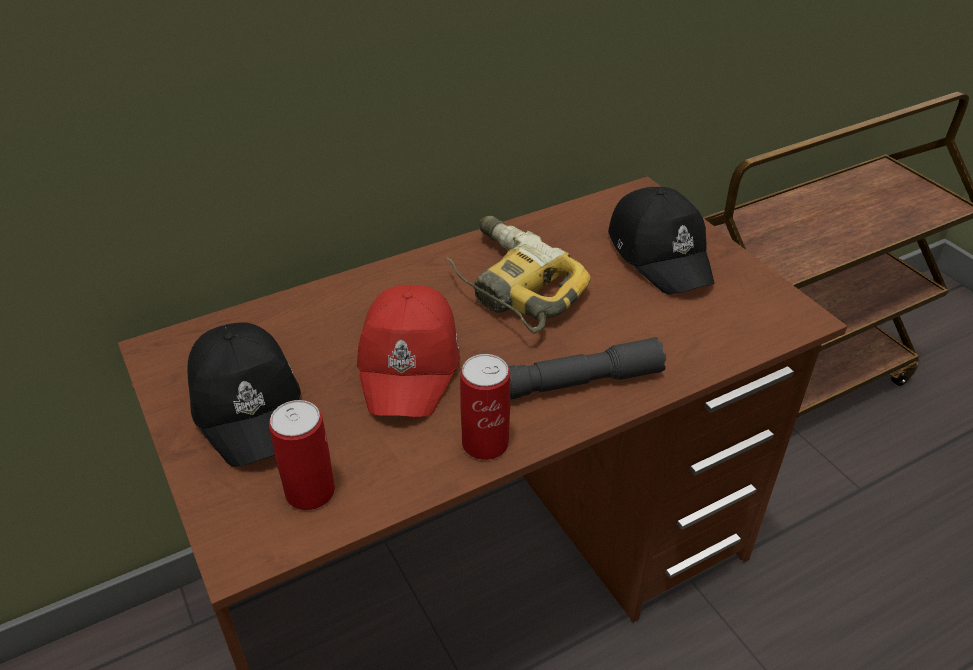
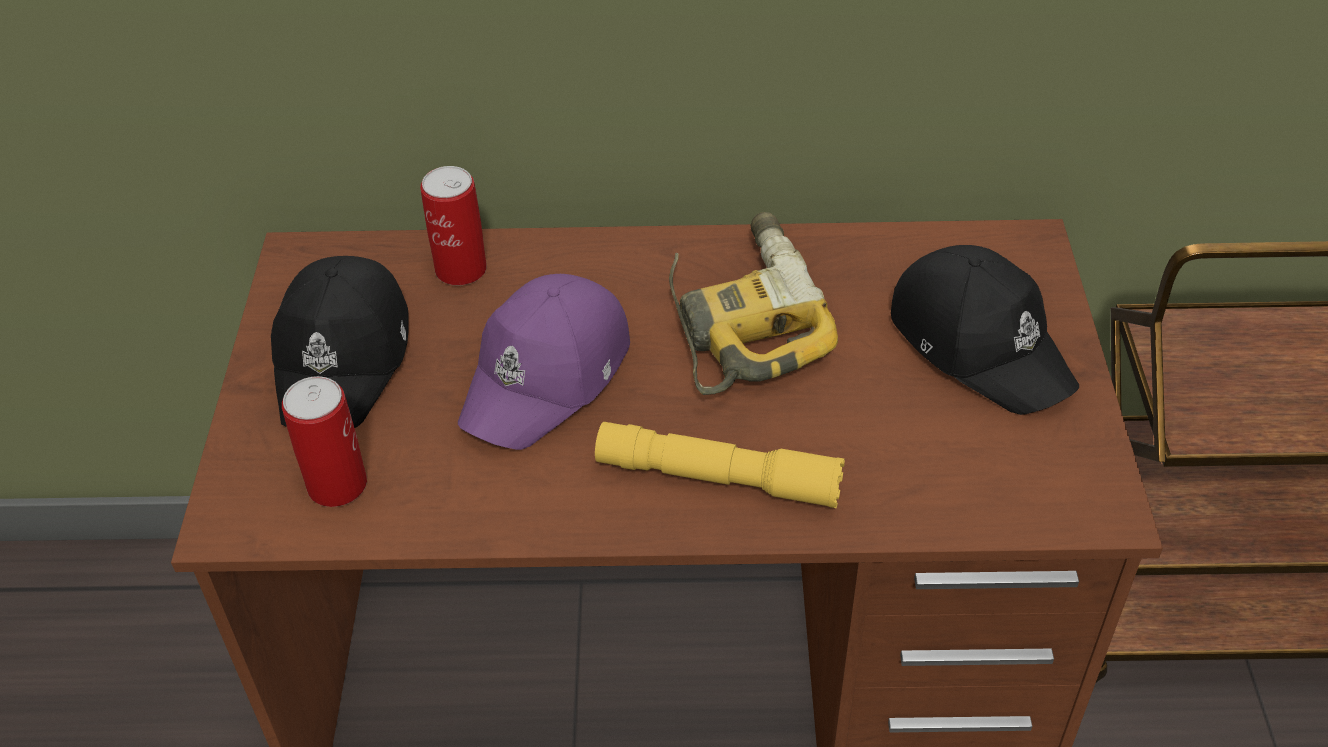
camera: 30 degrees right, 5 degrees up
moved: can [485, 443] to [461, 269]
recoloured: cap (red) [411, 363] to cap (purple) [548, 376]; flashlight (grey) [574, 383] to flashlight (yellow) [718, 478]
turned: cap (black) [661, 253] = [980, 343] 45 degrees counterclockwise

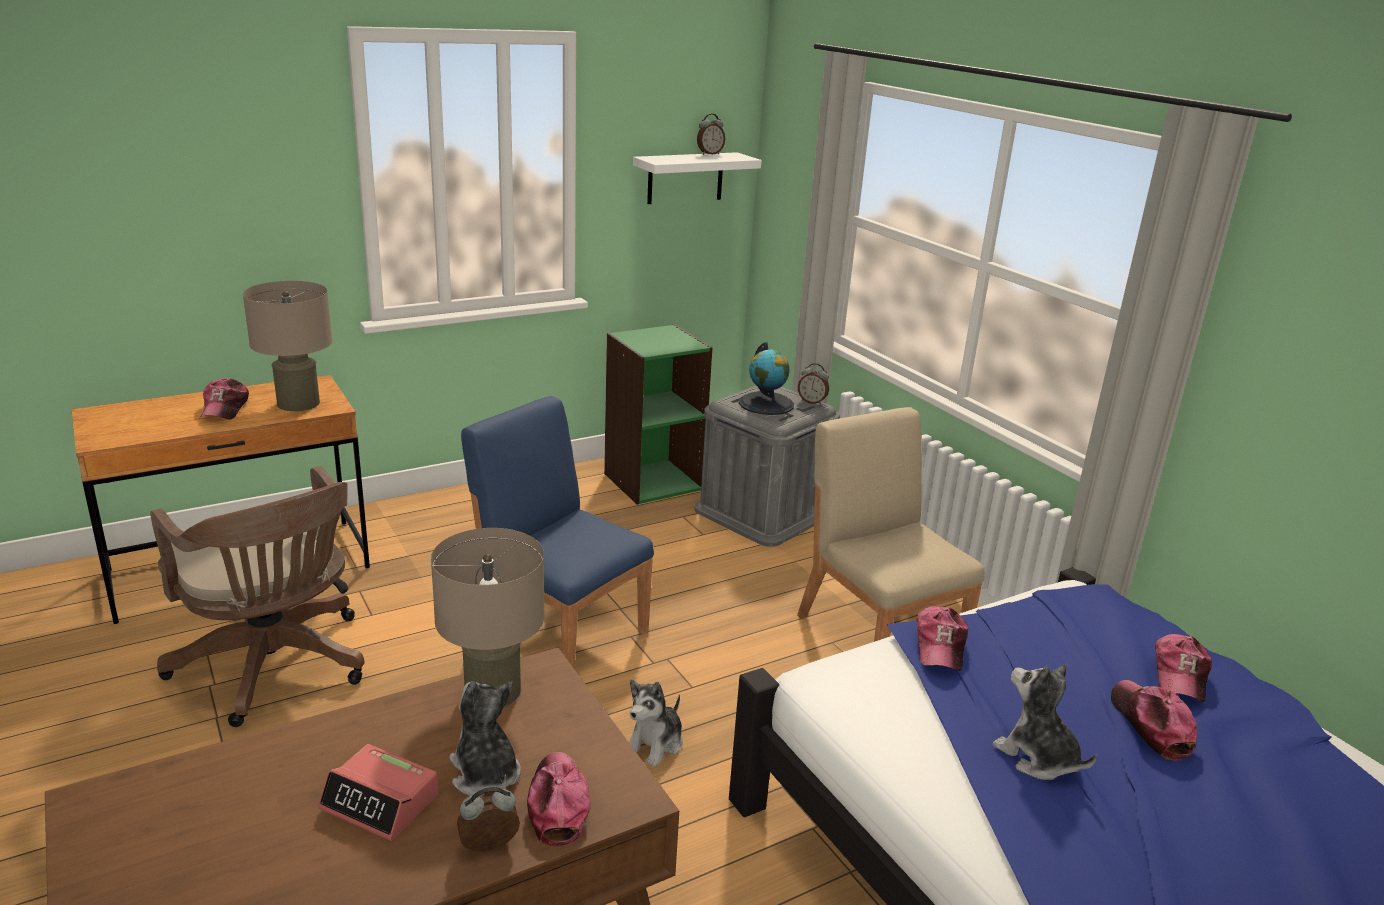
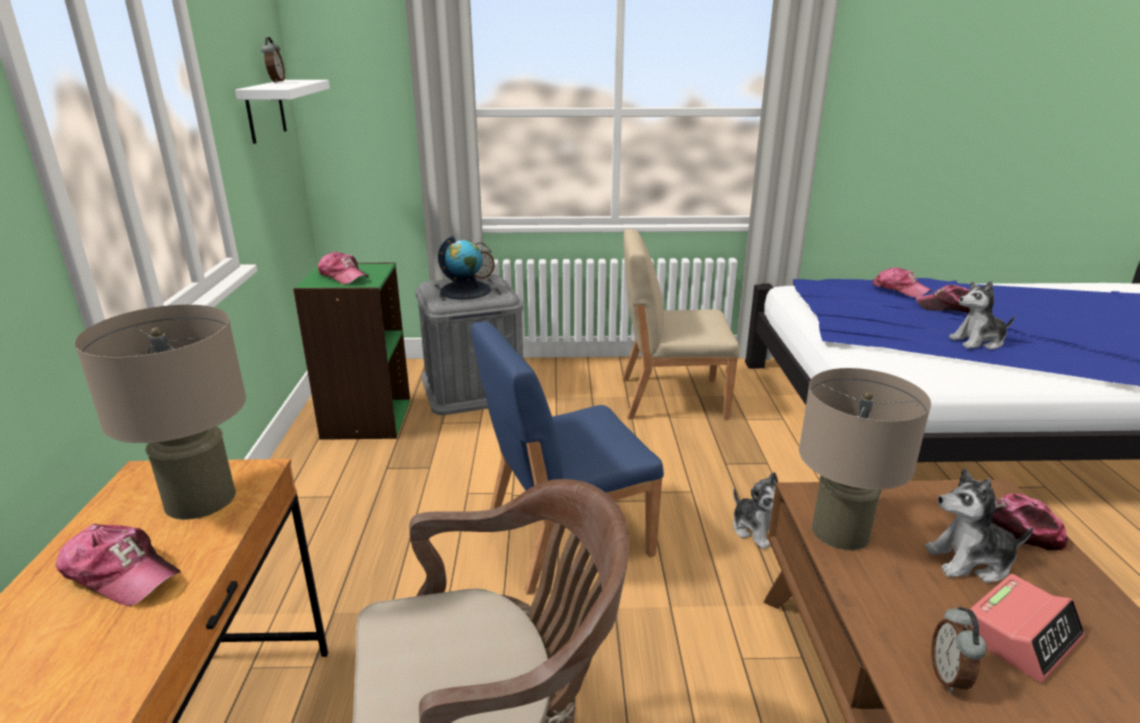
camera: 60 degrees left, 0 degrees up
moved: cap [940, 646] to [343, 276]; alarm clock [489, 848] to [949, 677]

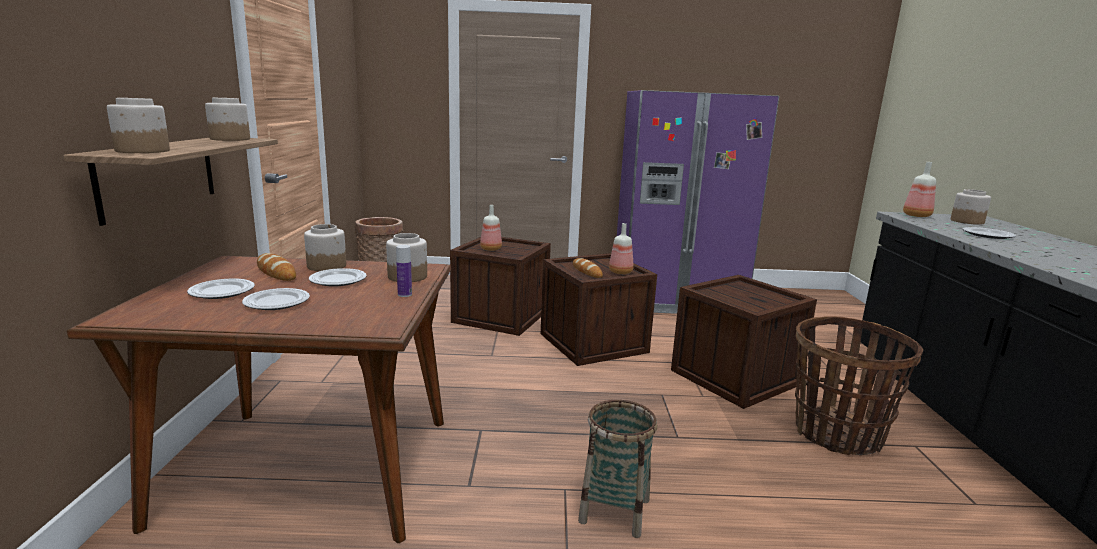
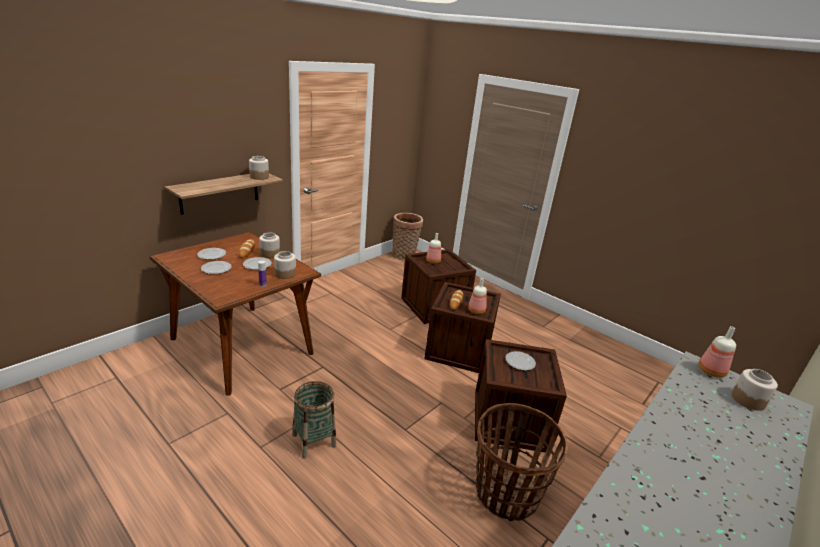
camera: 40 degrees right, 10 degrees up
removed: jar [142, 151]; fridge (purple) [674, 299]
moved: plate [988, 235] to [520, 362]

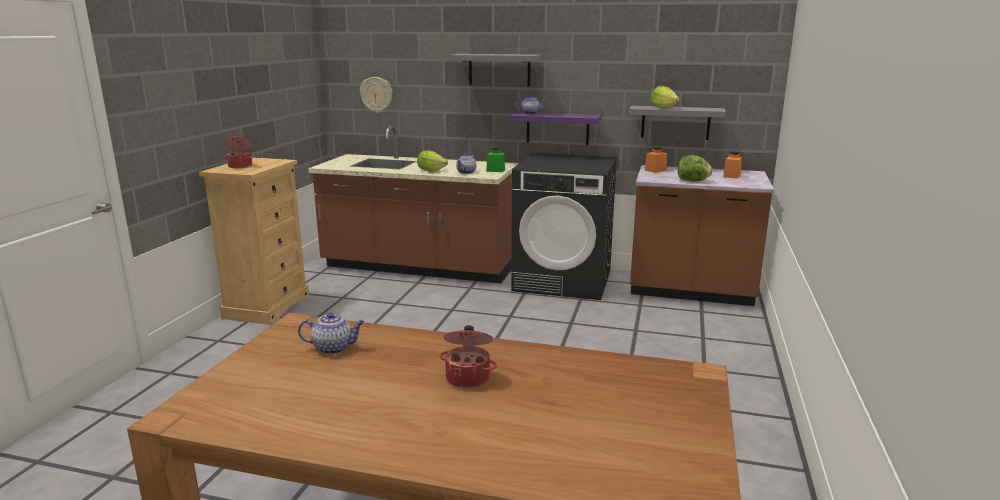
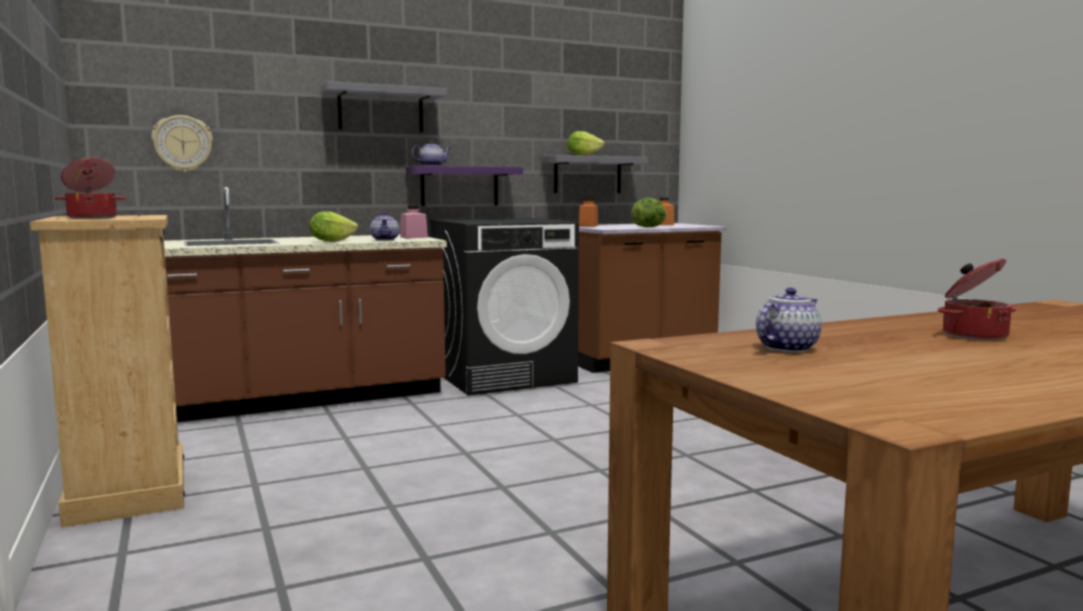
camera: 40 degrees left, 10 degrees down
recoloured: jar (green) [495, 170] to jar (pink) [414, 237]

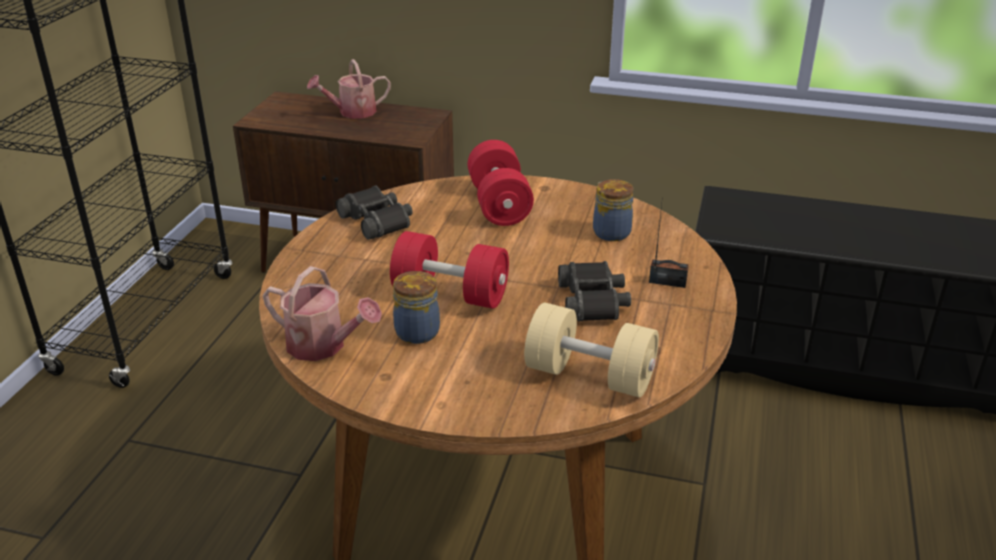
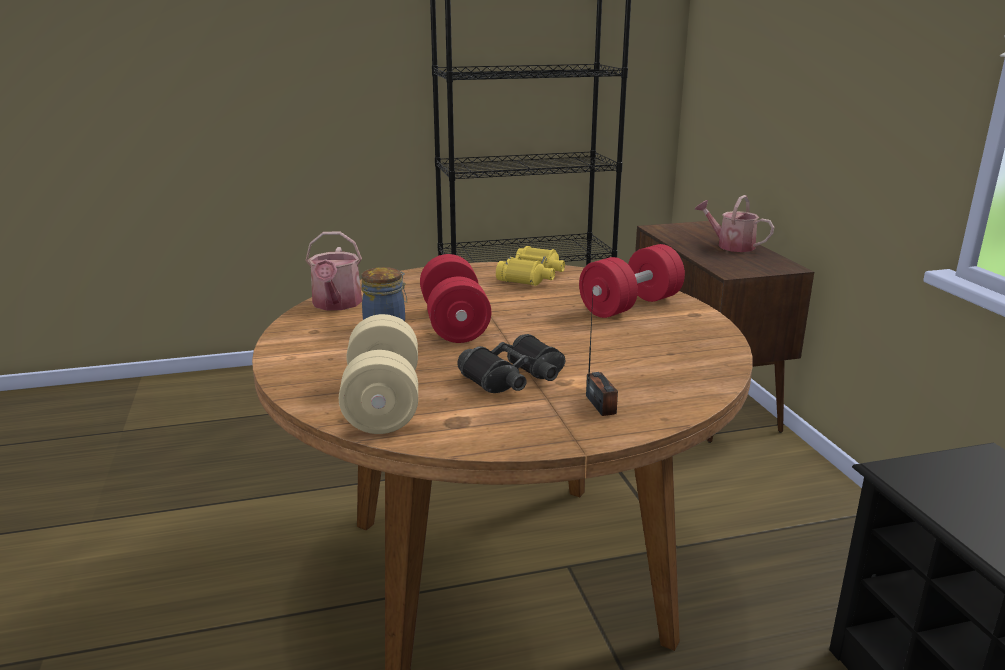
camera: 60 degrees right, 10 degrees down
removed: jar [610, 232]
recoloured: binoculars (black) [377, 221] to binoculars (yellow) [532, 276]

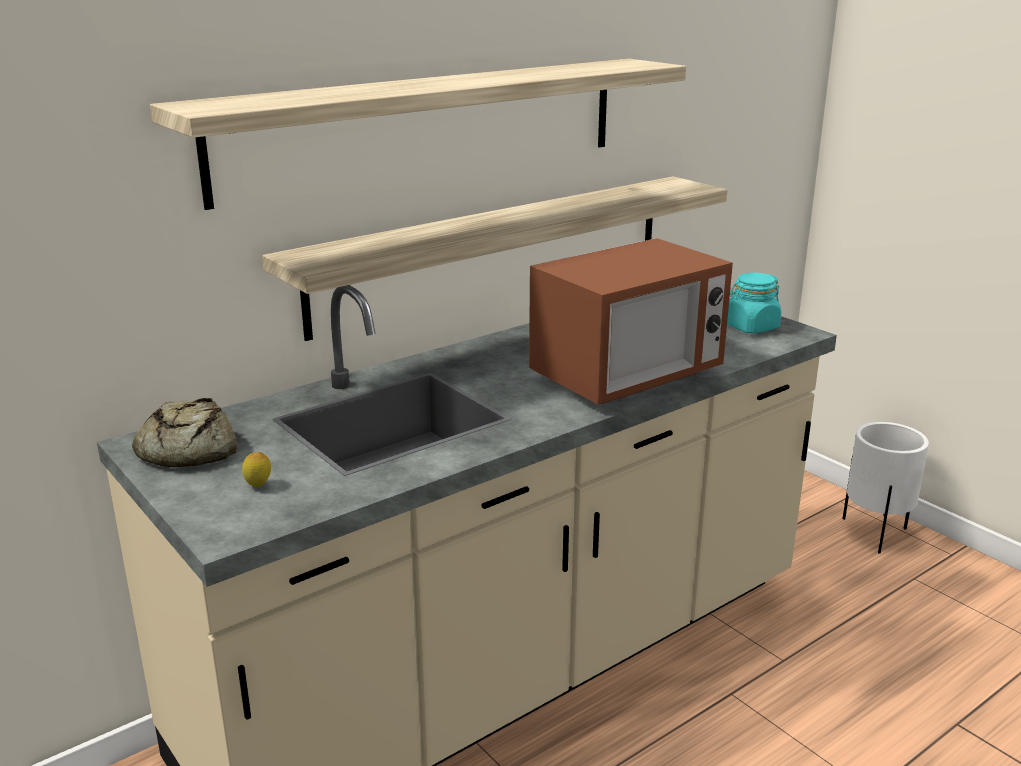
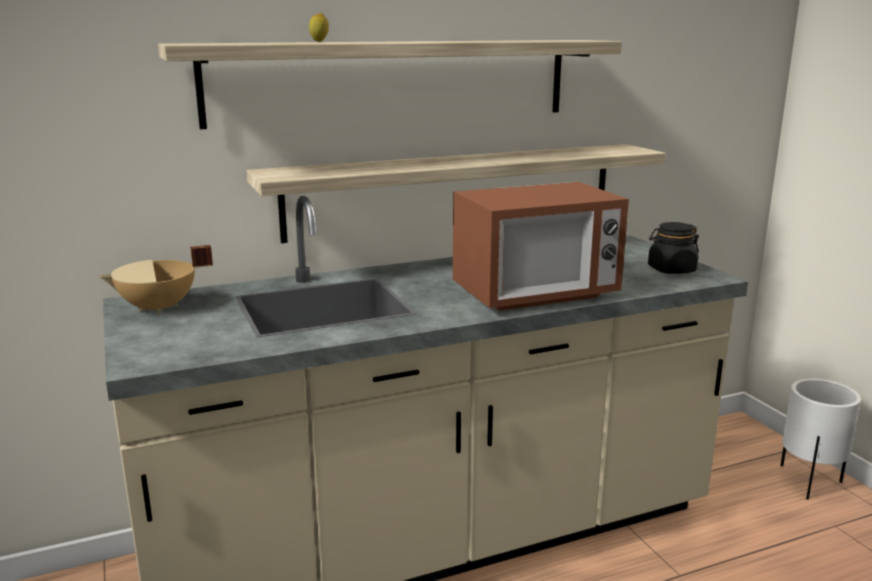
camera: 15 degrees right, 5 degrees down
moved: lemon [258, 486] to [319, 41]
replaced: bread [186, 449] to cooking pot (beige) [159, 308]
recoloured: jar (turquoise) [751, 327] to jar (black) [671, 270]

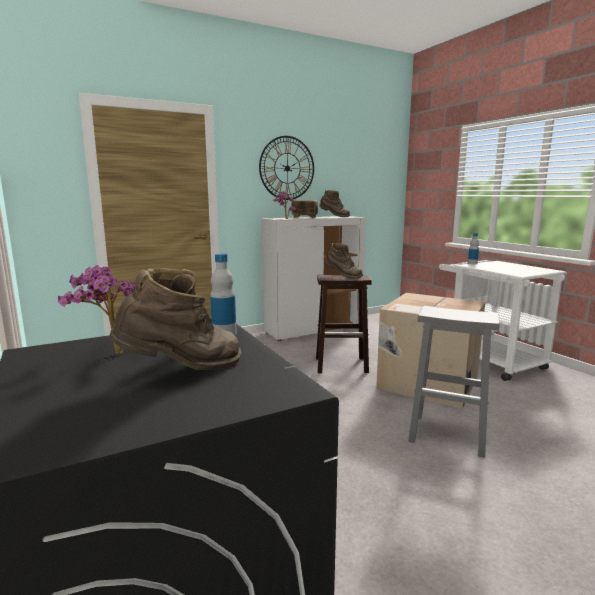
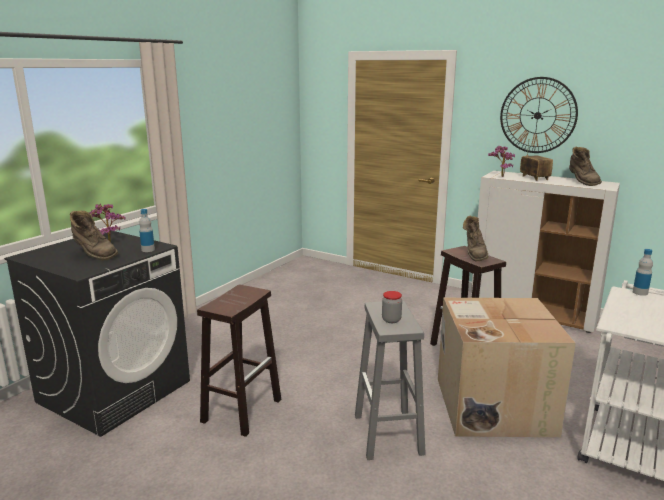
camera: 60 degrees right, 5 degrees up
added: stool (brown) [242, 410]; jar [391, 320]

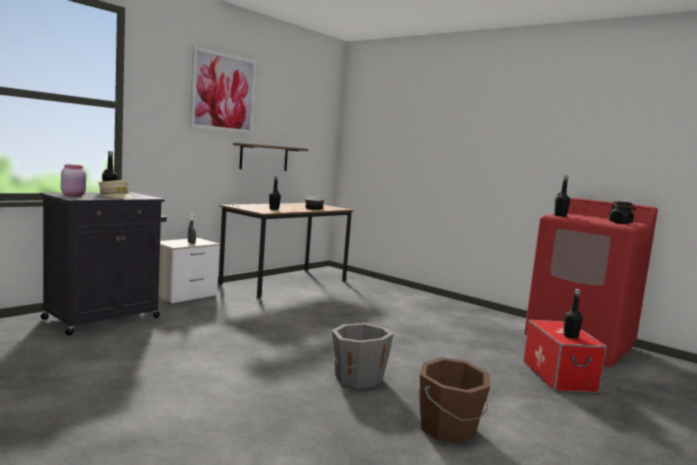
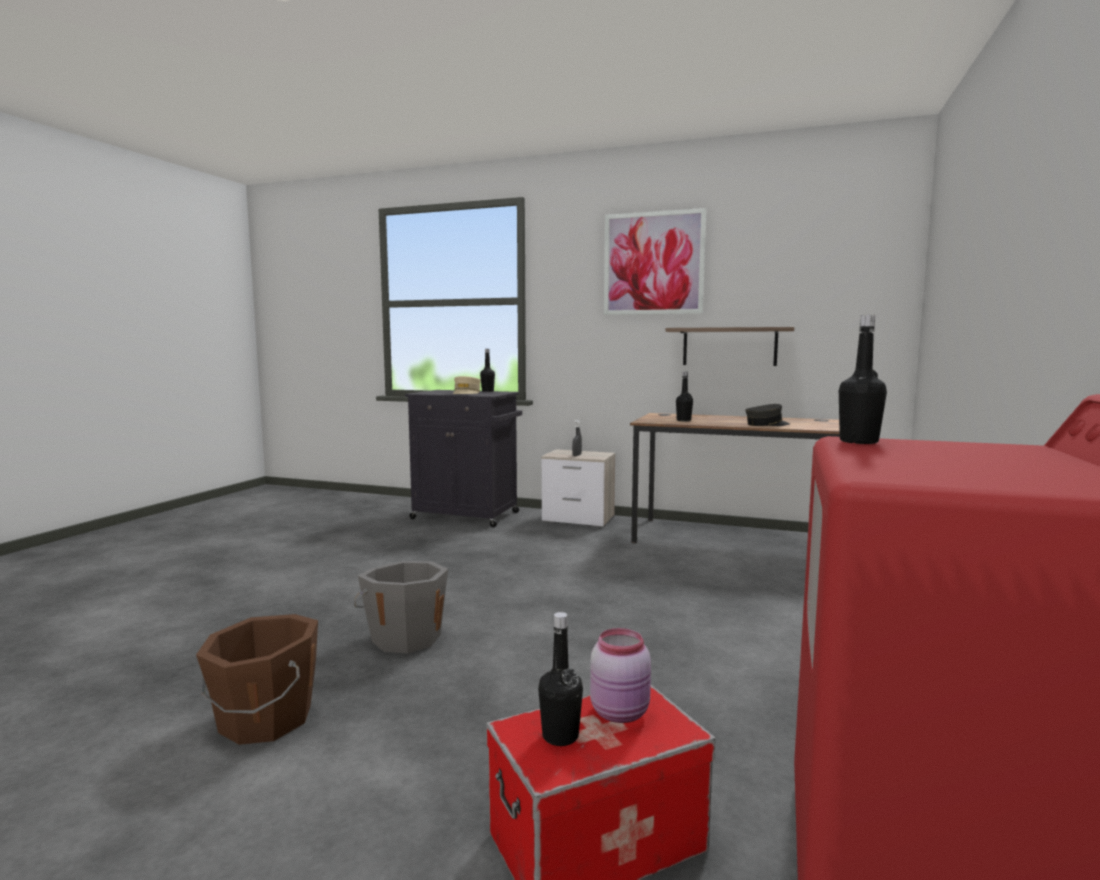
camera: 70 degrees right, 0 degrees up
removed: jar (black) [620, 223]
moved: jar (pink) [74, 195] to [621, 713]

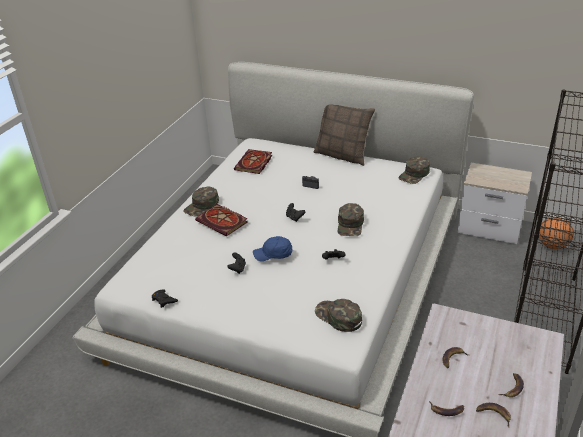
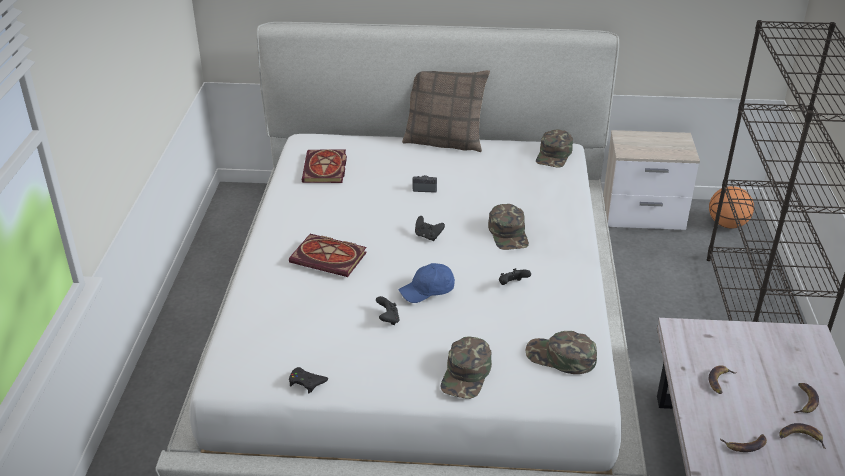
camera: 20 degrees left, 0 degrees up
moved: cap (green) [202, 206] to [466, 374]

